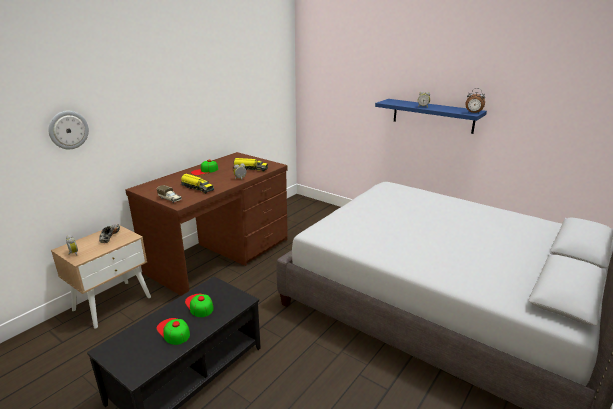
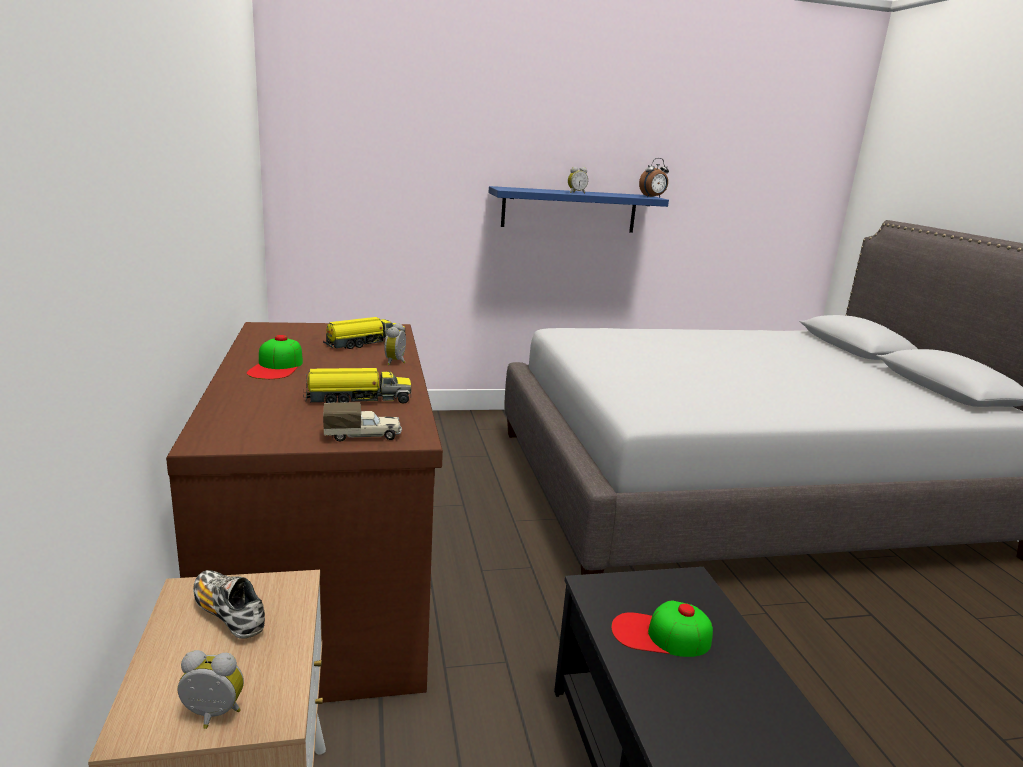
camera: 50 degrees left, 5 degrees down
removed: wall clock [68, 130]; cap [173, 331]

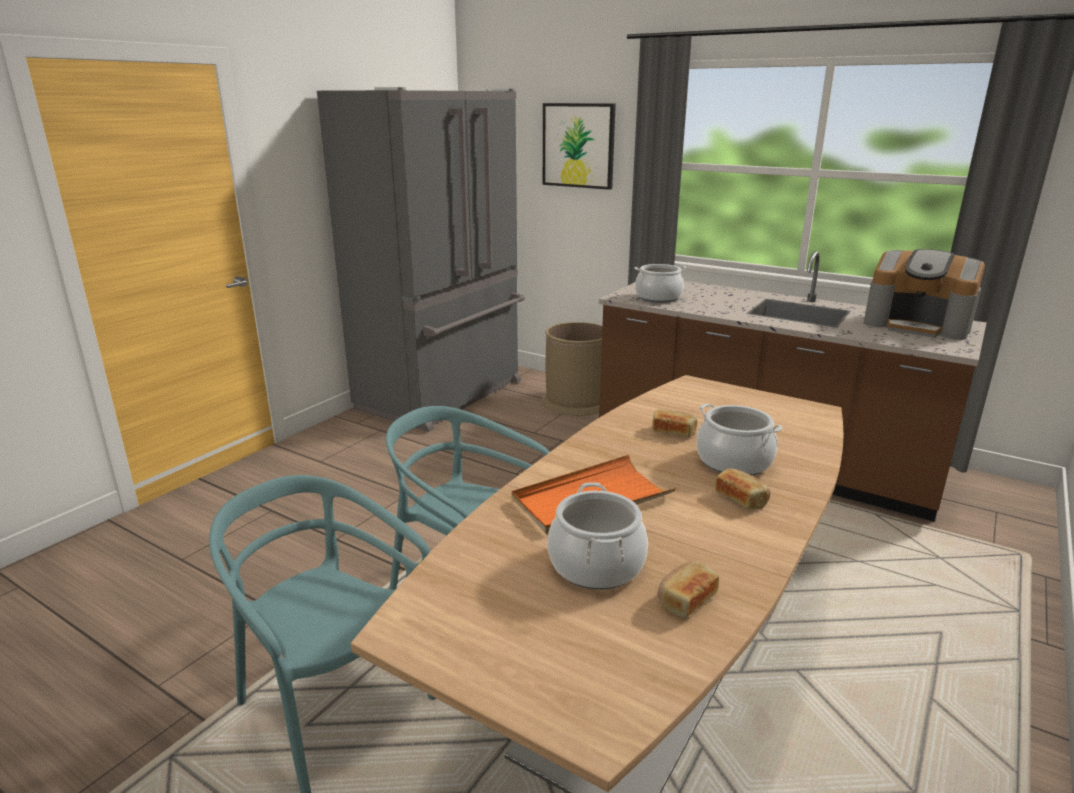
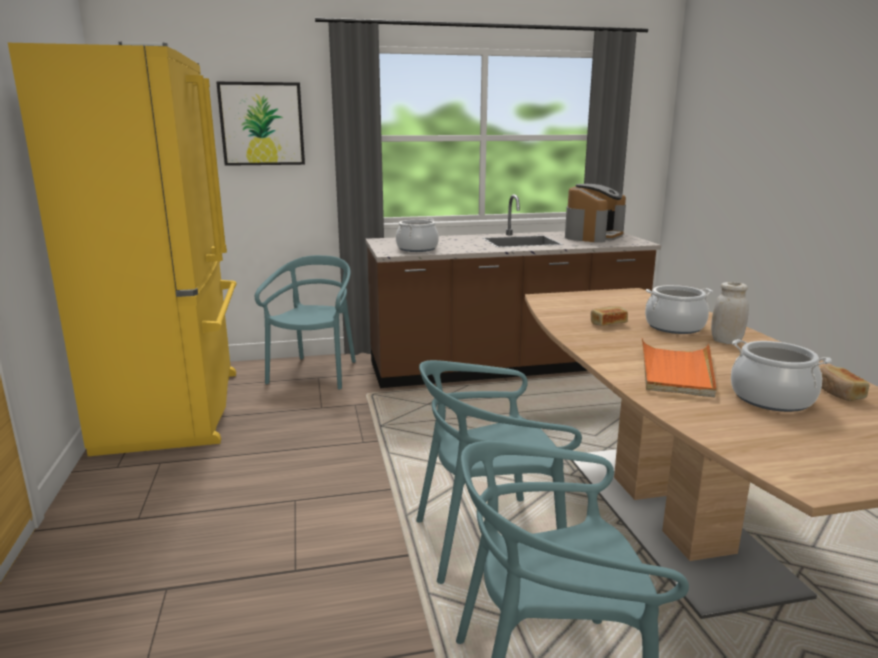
camera: 45 degrees left, 5 degrees down
replaced: trash can (brown) [576, 401] to chair (turquoise) [315, 373]; bread [741, 498] to jar (white) [726, 341]
recoloured: fridge (grey) [444, 395] to fridge (yellow) [177, 409]
turned: coffee machine [917, 325] = [593, 236] 45 degrees counterclockwise

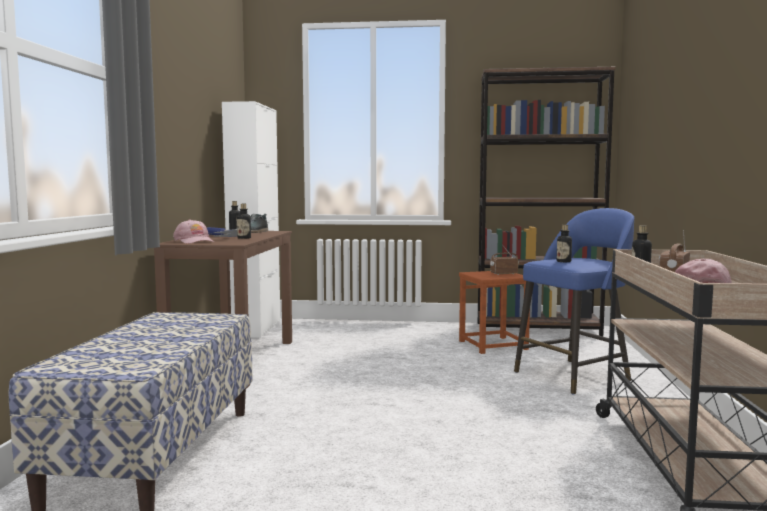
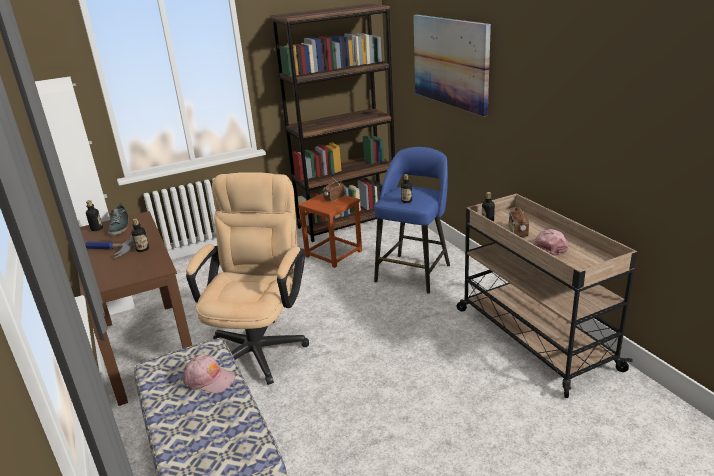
camera: 30 degrees left, 20 degrees up
added: office chair (beige) [260, 345]; picture [450, 62]
moved: cap (pink) [194, 241] to [209, 379]

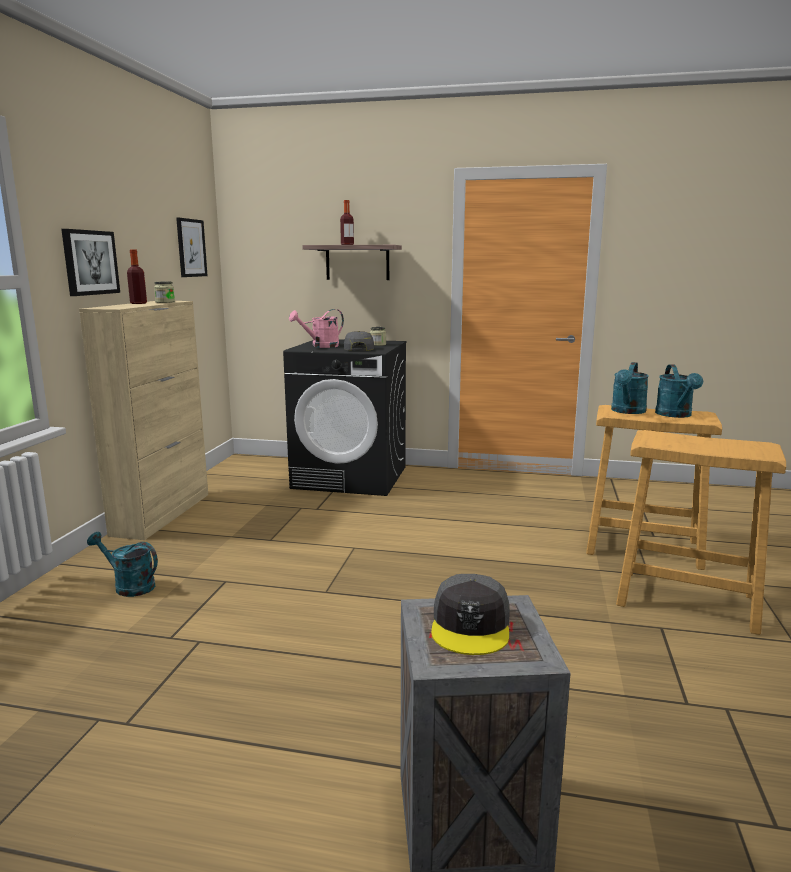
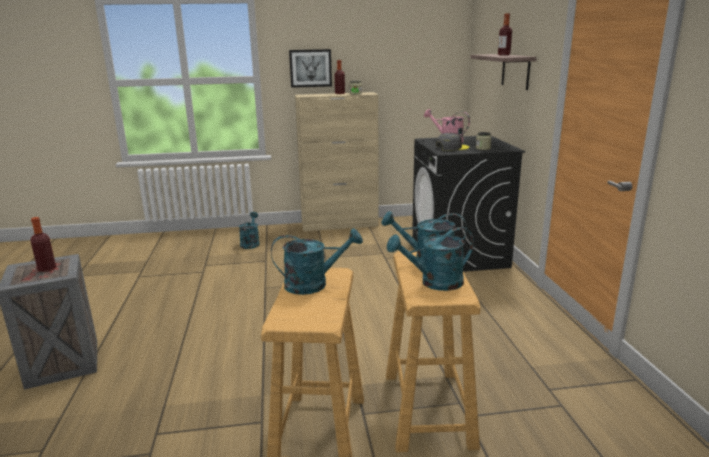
camera: 70 degrees right, 5 degrees up
removed: picture [191, 248]
added: watering can (turquoise) [314, 284]
replaced: cap (grey) [471, 625] to bottle [47, 269]

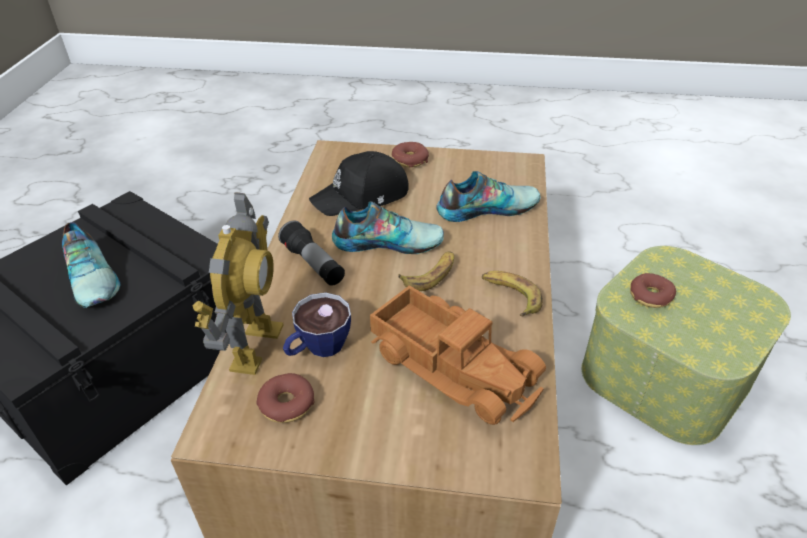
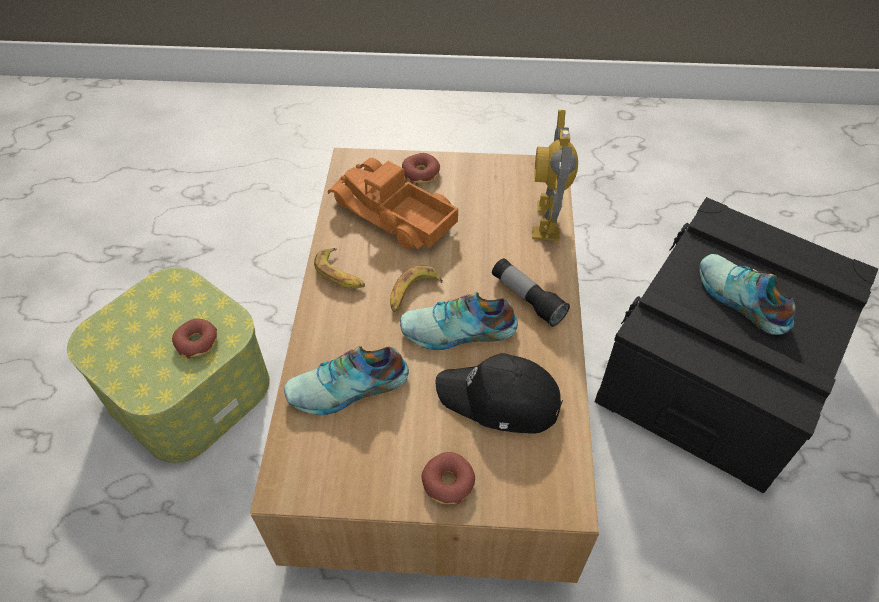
camera: 175 degrees right, 10 degrees up
removed: cup [317, 348]
moved: donut [287, 404] to [421, 173]
turned: cap (black) [362, 196] = [500, 400] 135 degrees counterclockwise

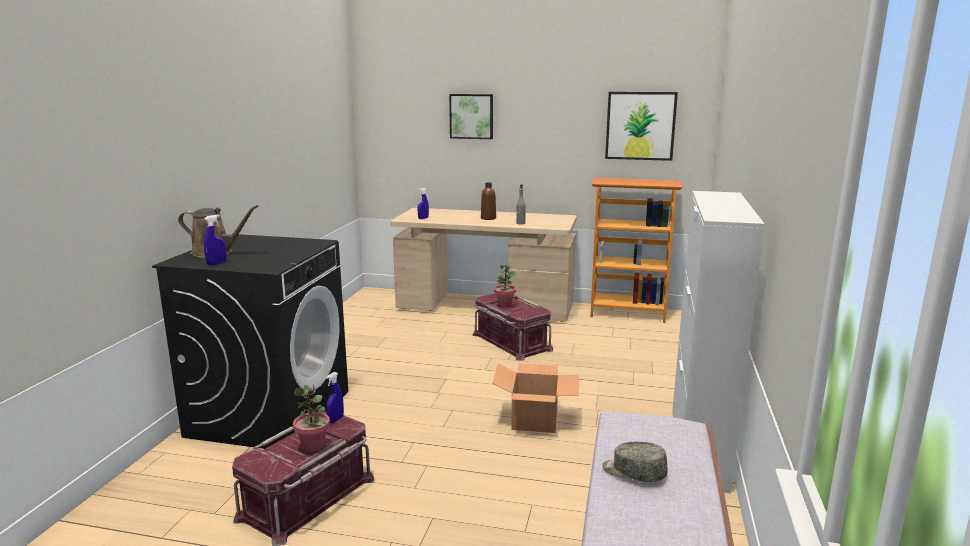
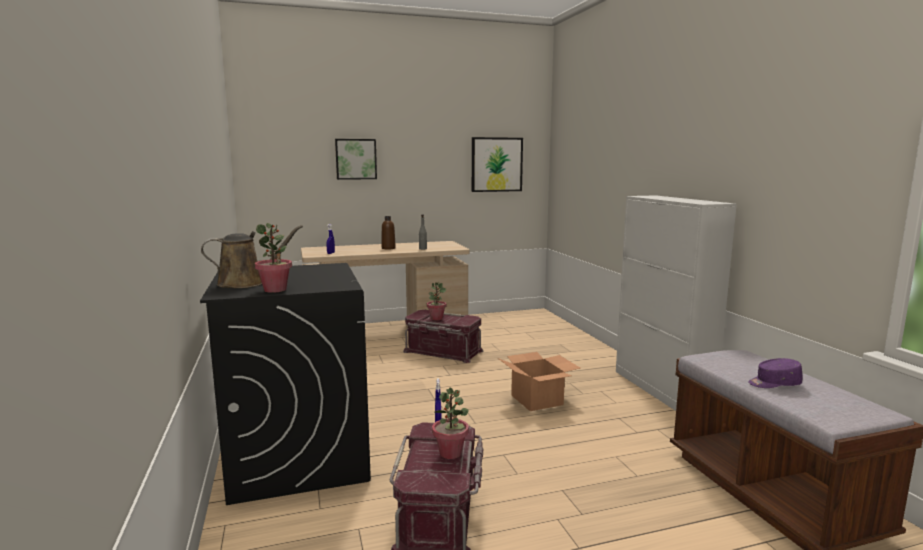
camera: 30 degrees left, 5 degrees down
removed: bookcase [628, 313]
replaced: spray bottle (blue) [217, 263] to potted plant [275, 290]
recoloured: cap (grey) [633, 473] to cap (purple) [774, 383]

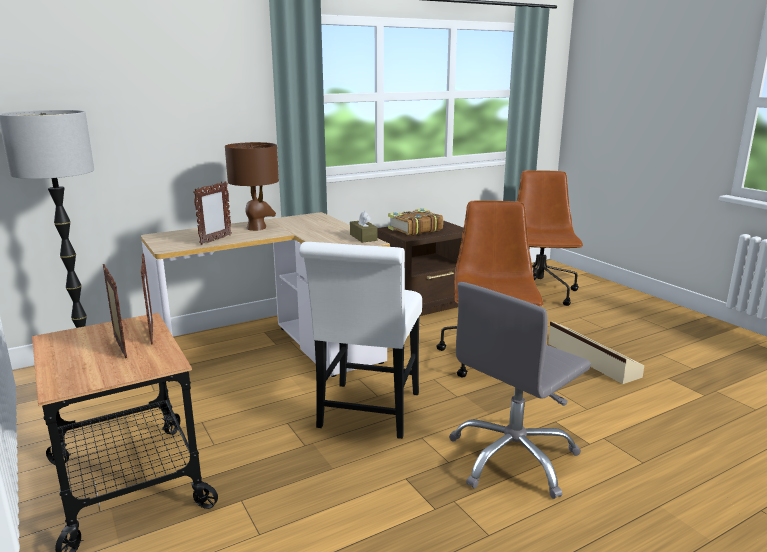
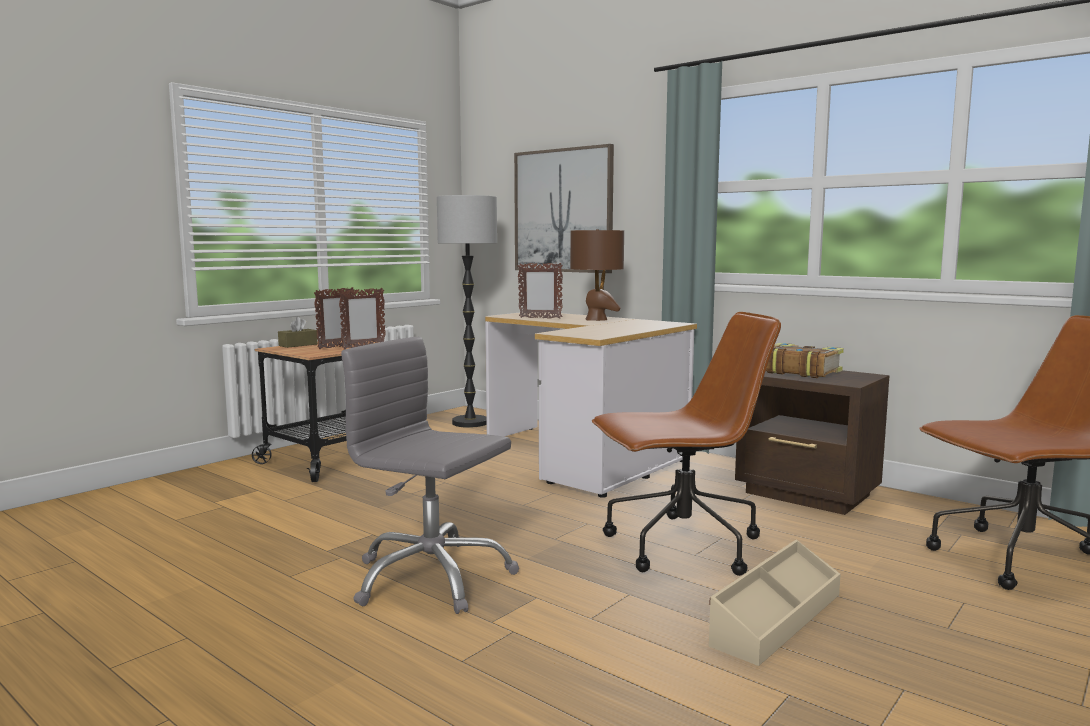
camera: 70 degrees right, 10 degrees down
removed: chair (white) [367, 414]
added: picture [563, 211]
moved: tissue box (brown) [363, 237] to [298, 345]

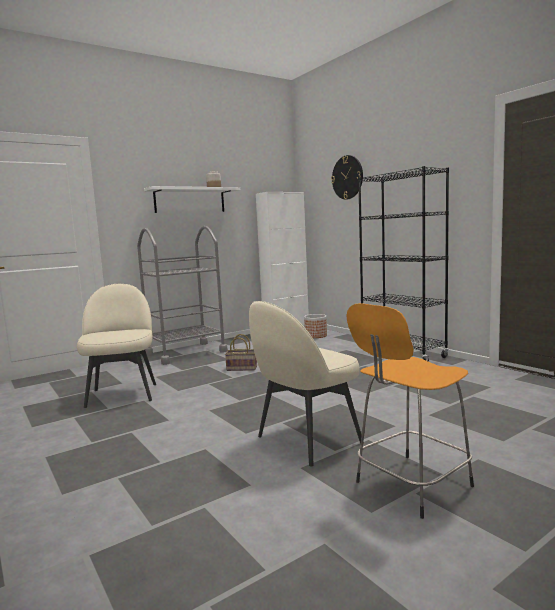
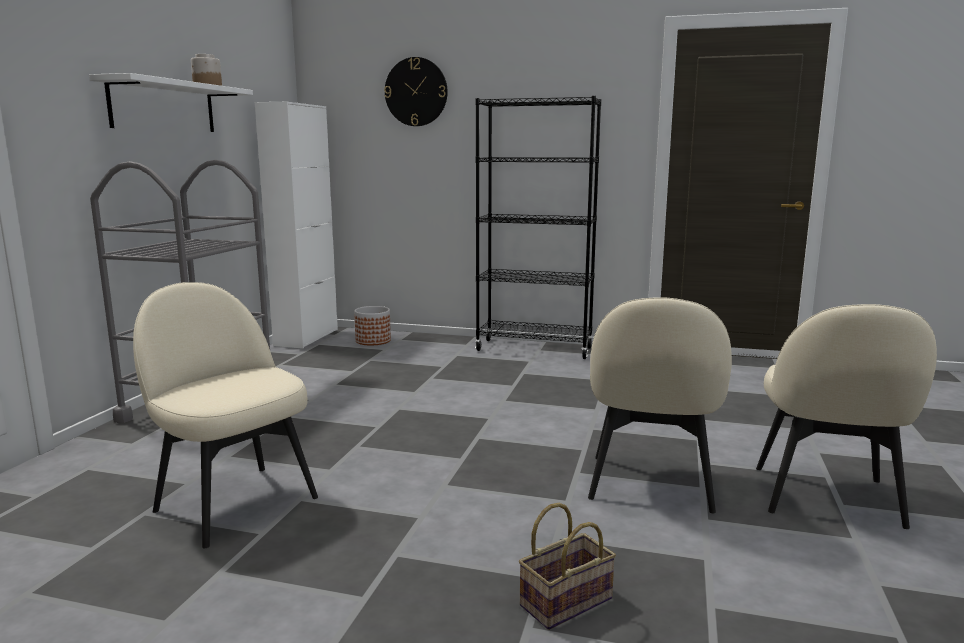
camera: 40 degrees left, 5 degrees up
moved: basket [242, 368] to [566, 600]
replaced: stool (orange) [410, 485] to chair (beige) [827, 498]

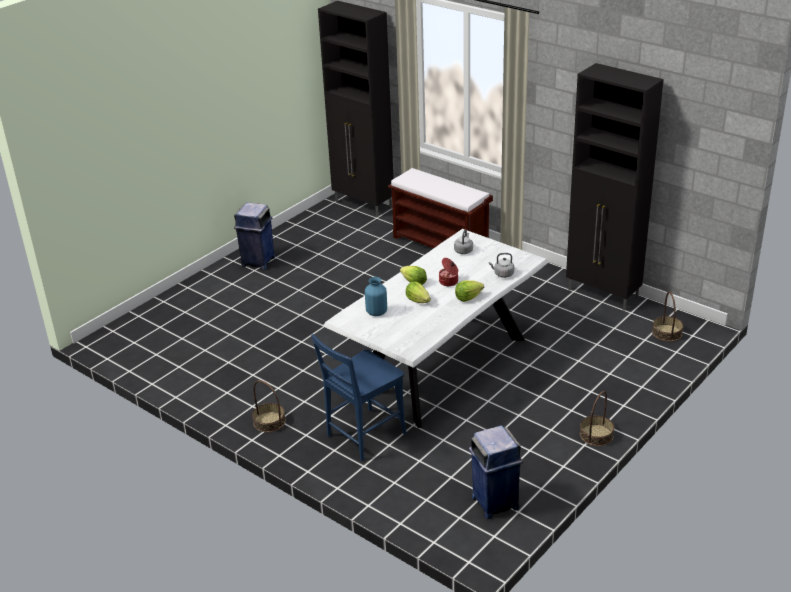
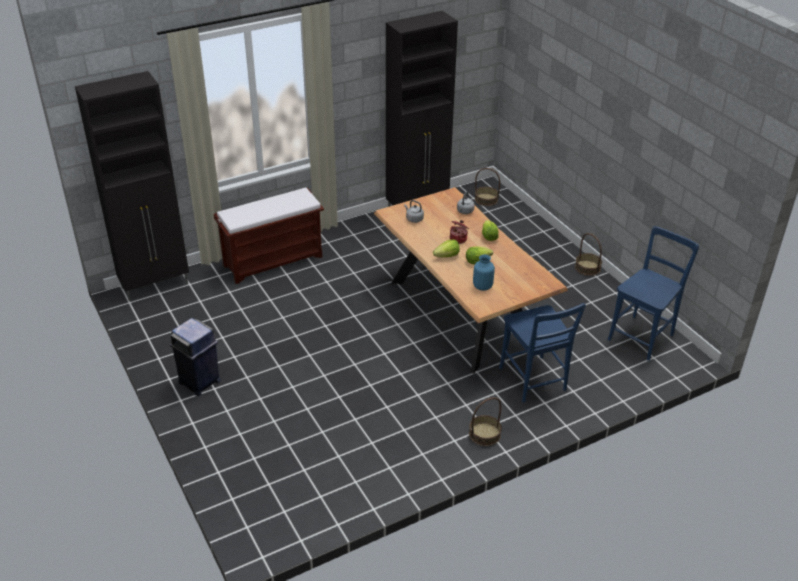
camera: 70 degrees left, 5 degrees up
replaced: trash can (blue) [495, 502] to chair (blue) [643, 335]
recoloured: dining table (white) [440, 366] to dining table (brown) [461, 313]

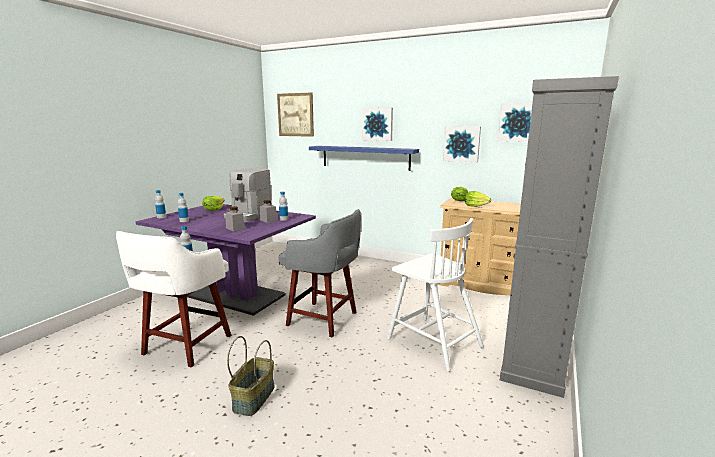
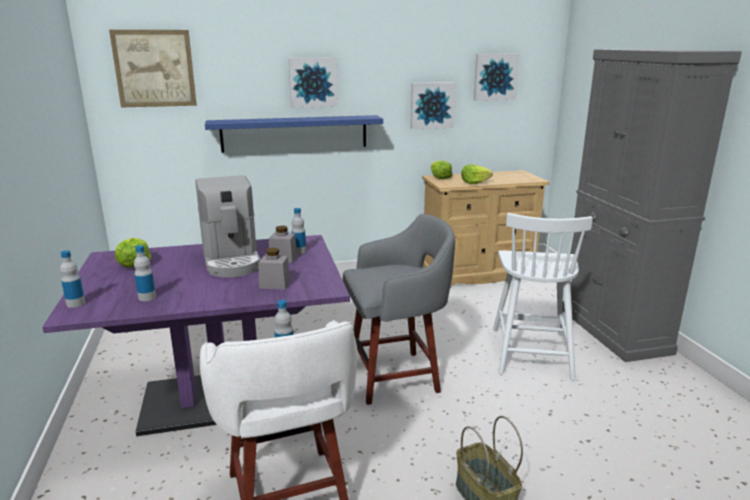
camera: 40 degrees left, 5 degrees up
turned: chair (white) [433, 342] = [531, 352] 90 degrees clockwise

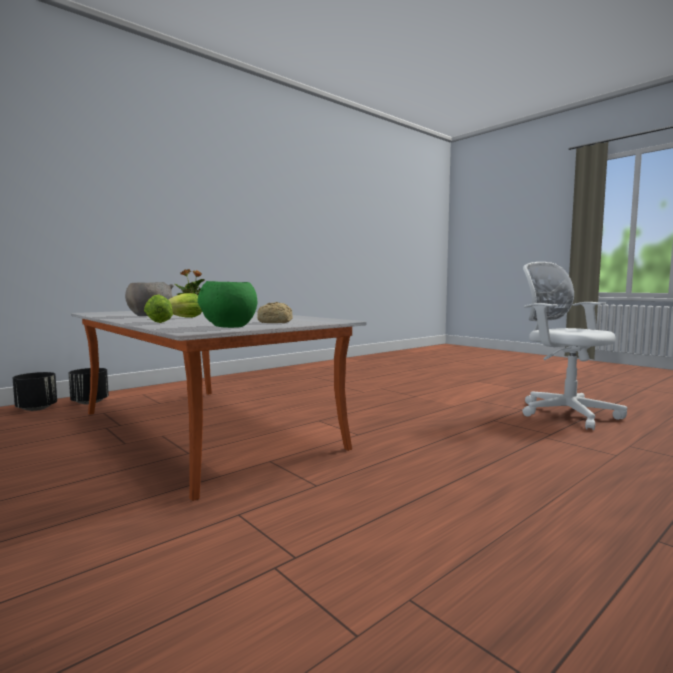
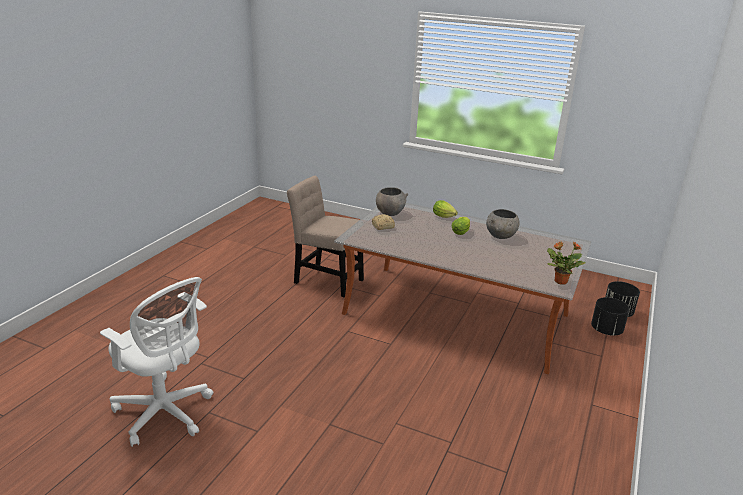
camera: 155 degrees right, 20 degrees up
added: chair (beige) [326, 280]
recoloured: bowl (green) [228, 326] to bowl (grey) [390, 213]

